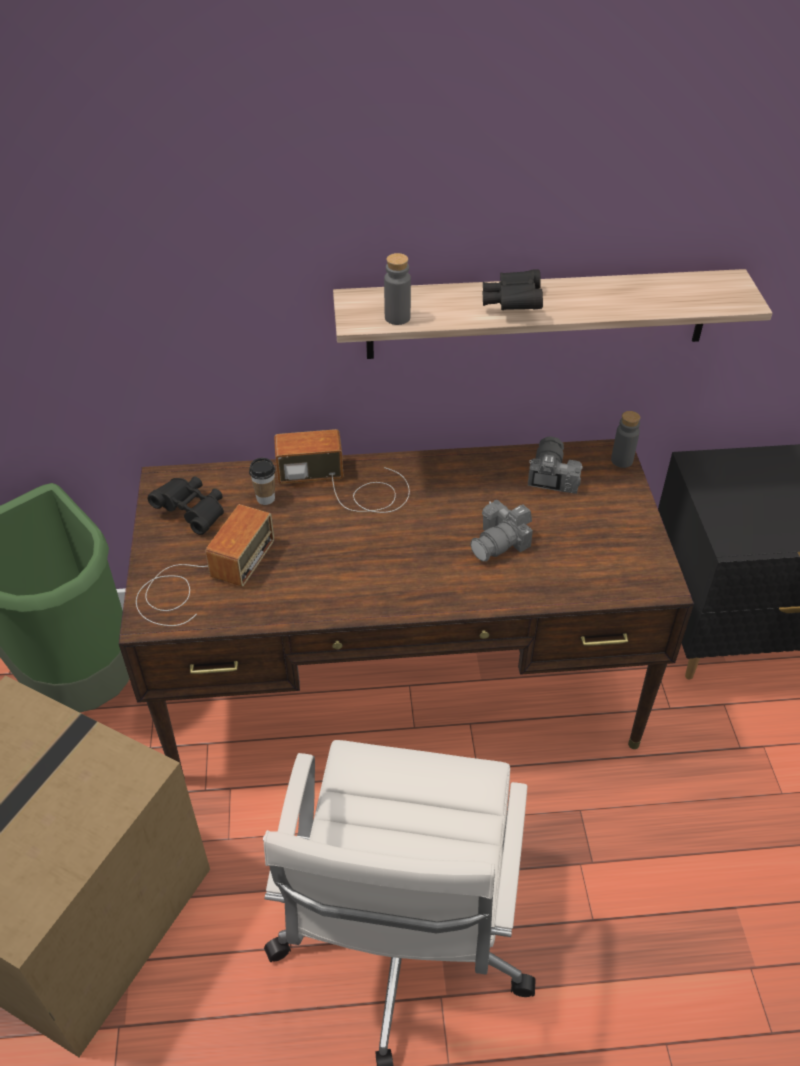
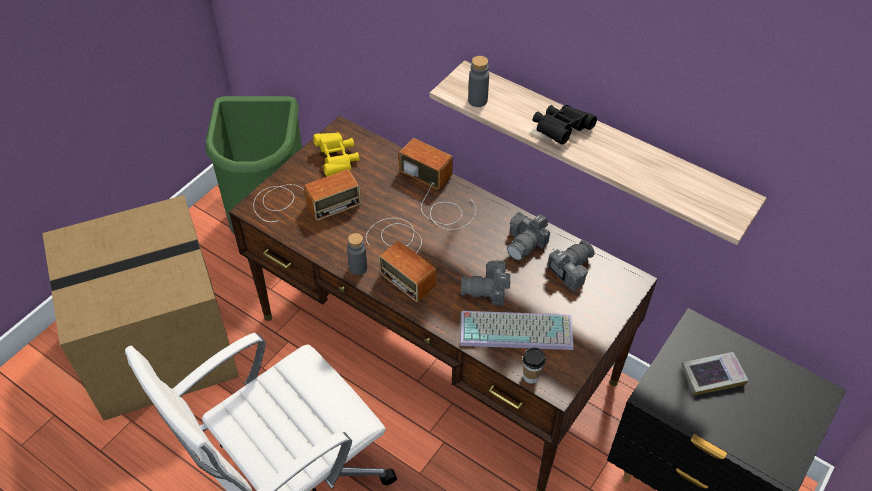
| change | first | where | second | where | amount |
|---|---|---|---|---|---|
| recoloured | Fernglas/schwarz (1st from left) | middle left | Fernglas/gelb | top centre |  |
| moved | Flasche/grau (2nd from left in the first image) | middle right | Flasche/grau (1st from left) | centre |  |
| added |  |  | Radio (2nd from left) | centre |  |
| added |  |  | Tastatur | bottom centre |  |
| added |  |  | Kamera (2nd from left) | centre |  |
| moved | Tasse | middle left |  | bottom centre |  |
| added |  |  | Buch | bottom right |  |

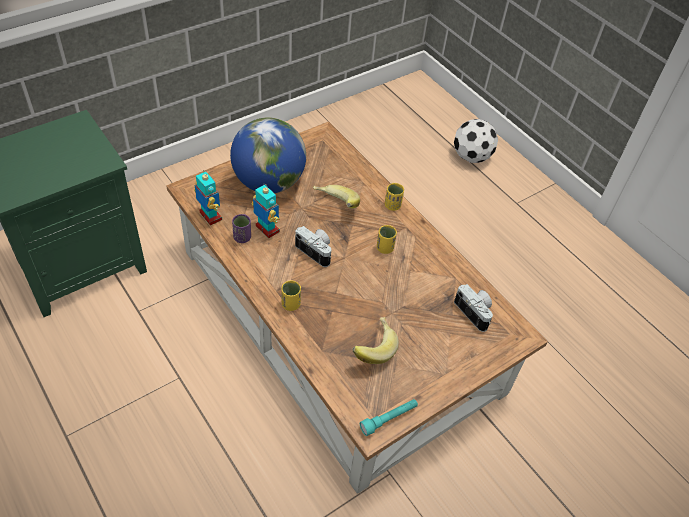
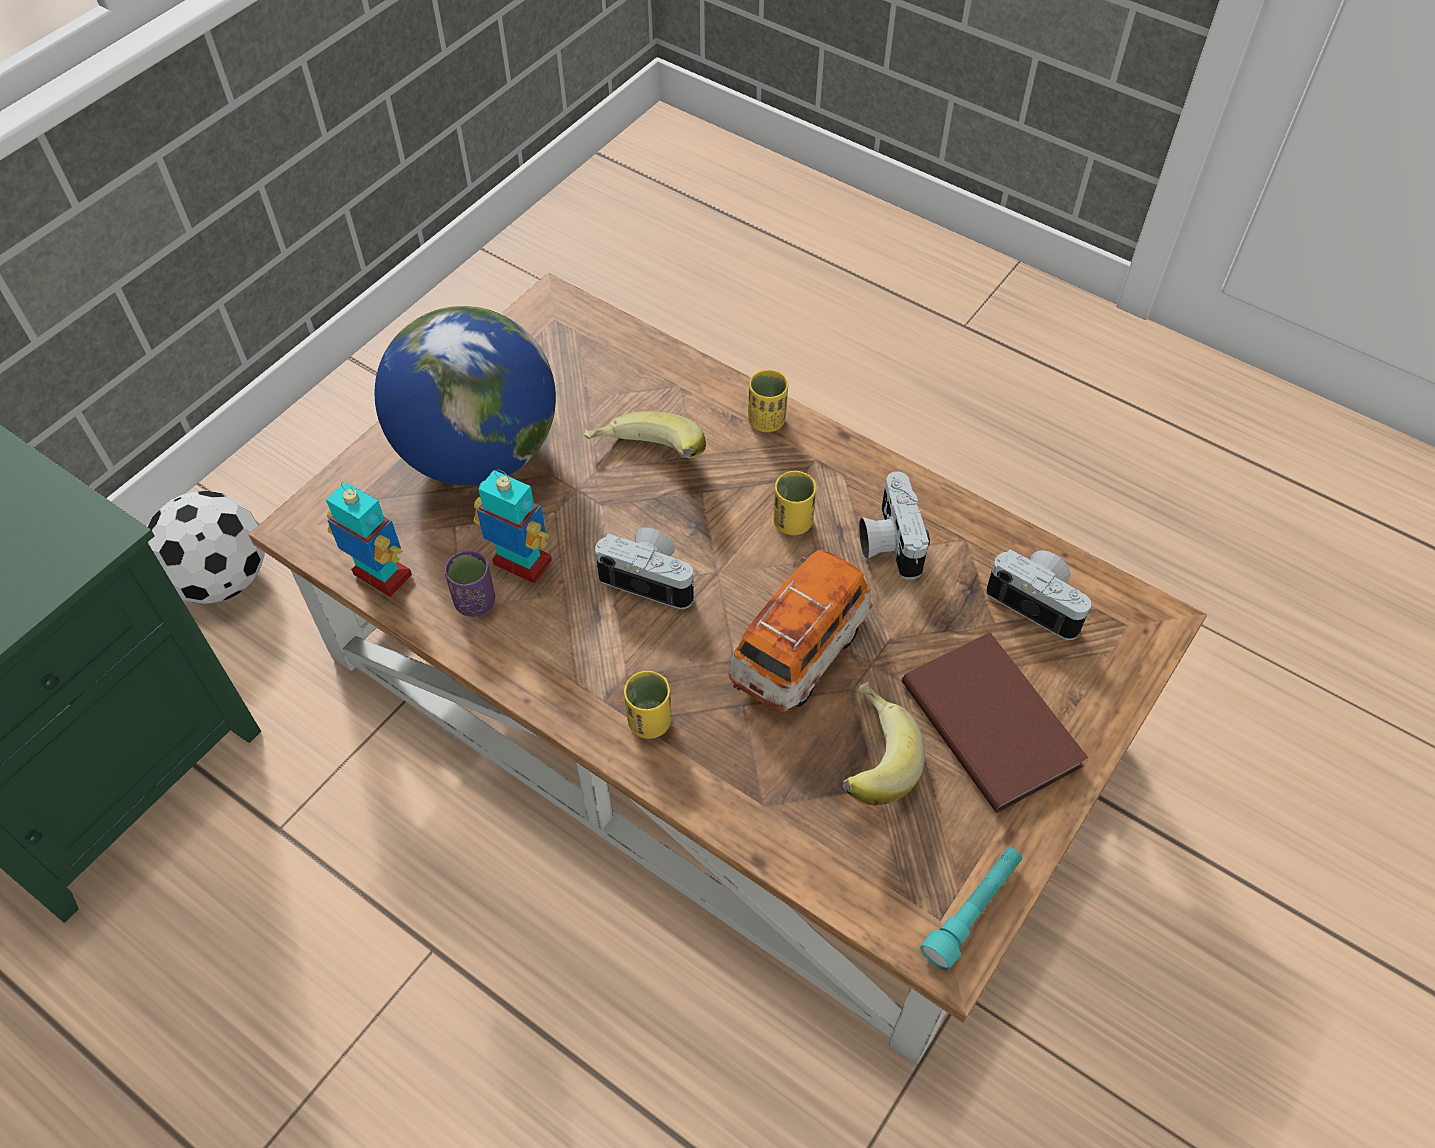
| change | first | where | second | where | amount |
|---|---|---|---|---|---|
| moved | Fußball | top right |  | middle left |  |
| added |  |  | Spielzeugauto | centre |  |
| added |  |  | Kamera (2nd from left) | centre |  |
| added |  |  | Buch/braun | middle right |  |

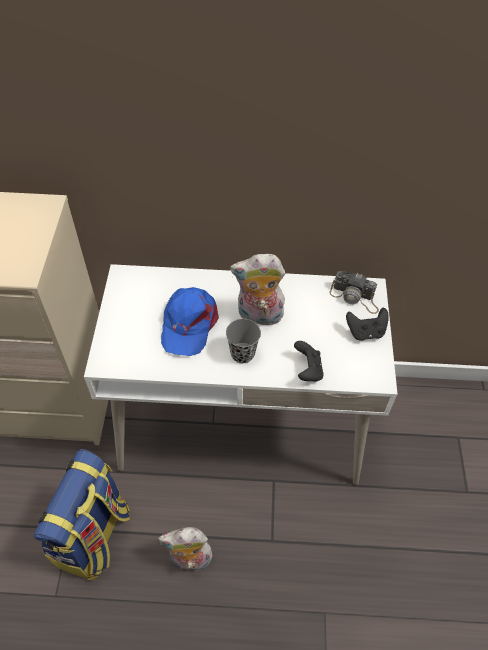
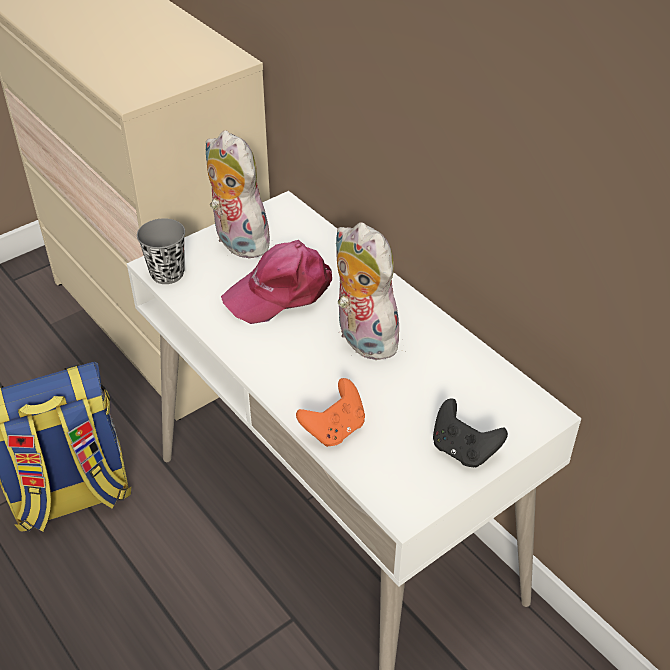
| change | first | where | second | where | amount |
|---|---|---|---|---|---|
| moved | Tasse/grau | centre |  | middle left |  |
| moved | Plüschtier (1st from left) | bottom centre |  | top centre |  |
| recoloured | Kappe/blau | centre | Kappe/rosa | centre |  |
| recoloured | Gamepad/schwarz (1st from left) | centre | Gamepad/orange | centre |  |
| removed | Kamera | middle right |  |  |  |

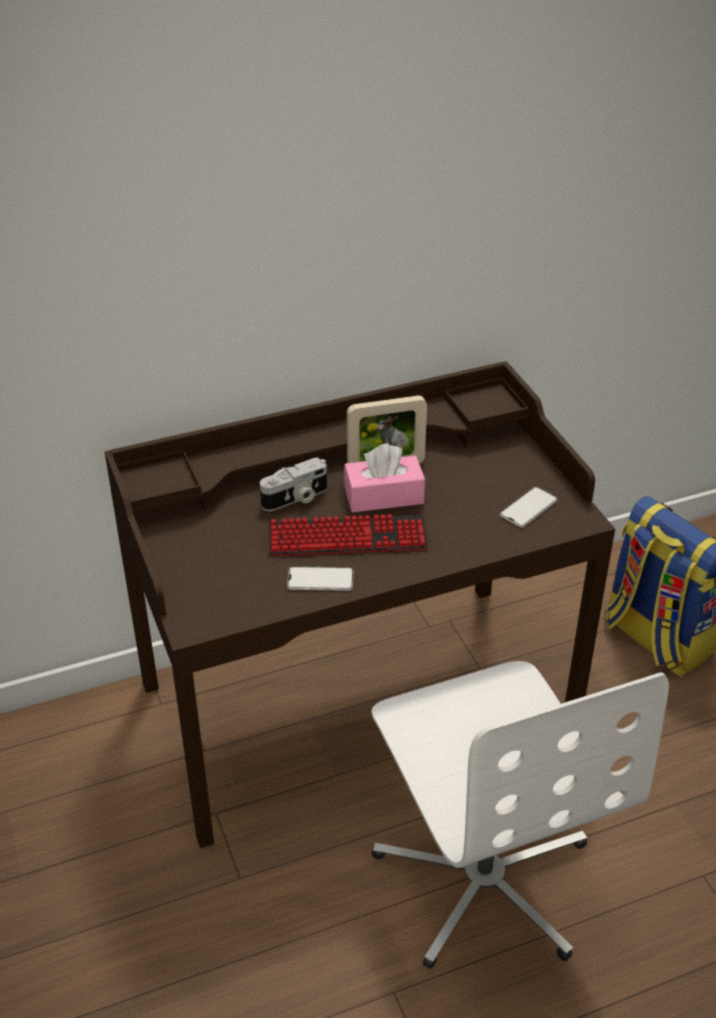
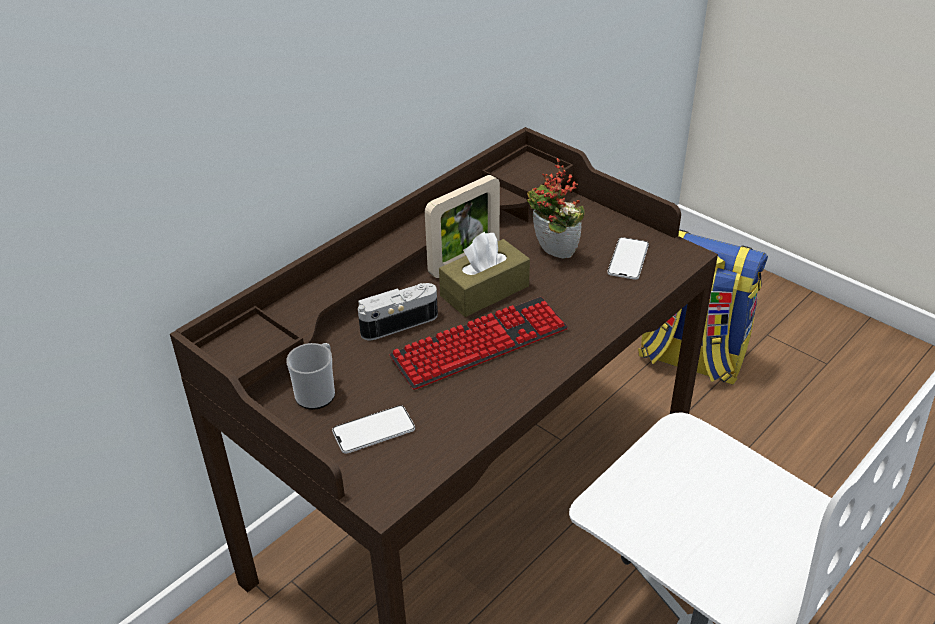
| change | first | where | second | where | amount |
|---|---|---|---|---|---|
| added |  |  | Henkelbecher | middle left |  |
| moved | Handy (1st from left) | centre |  | bottom centre |  |
| turned | Kamera | centre |  | centre | 150 degrees counterclockwise |
| recoloured | Taschentuchbox/rosa | centre | Taschentuchbox/braun | centre |  |
| added |  |  | Topfpflanze | centre |  |

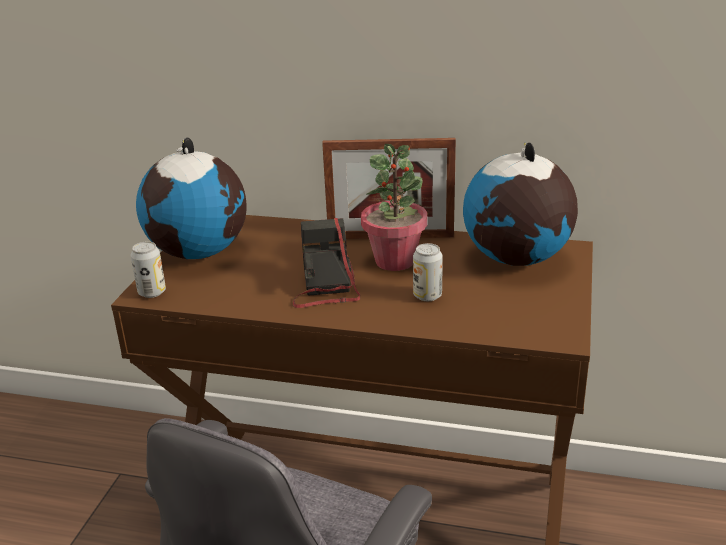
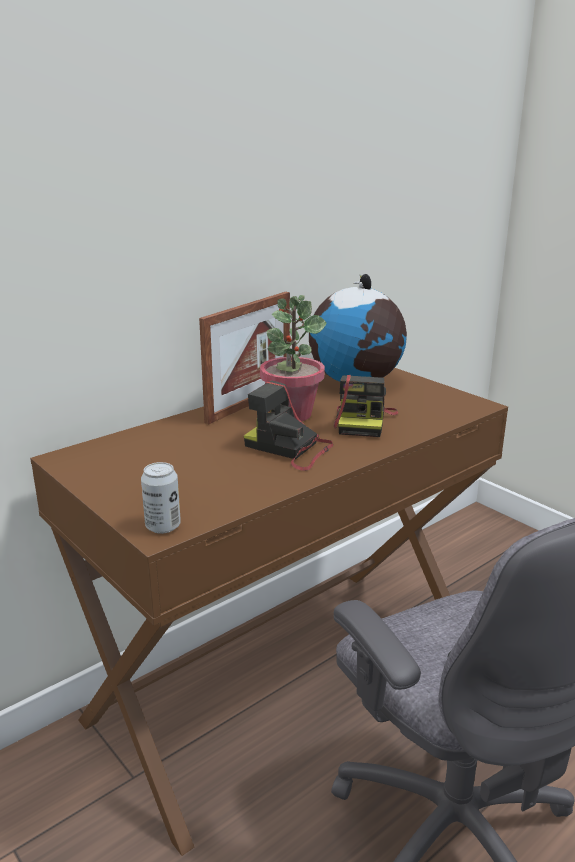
| change | first | where | second | where | amount |
|---|---|---|---|---|---|
| replaced | Dose (2nd from left) | centre | Kamera (2nd from left) | centre |  |
| removed | Globus (1st from left) | middle left |  |  |  |

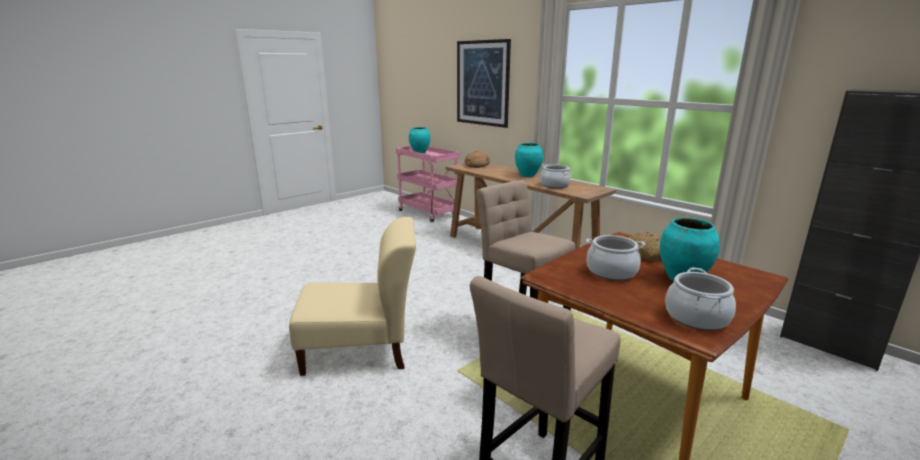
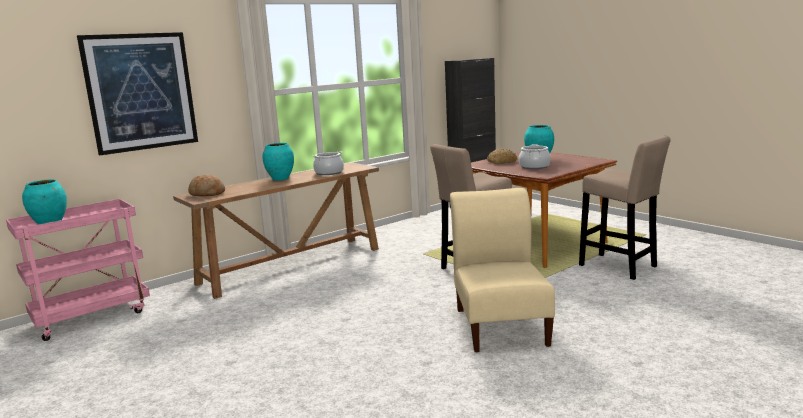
| change | first | where | second | where | amount |
|---|---|---|---|---|---|
| removed | Kochtopf (3rd from left) | middle right |  |  |  |

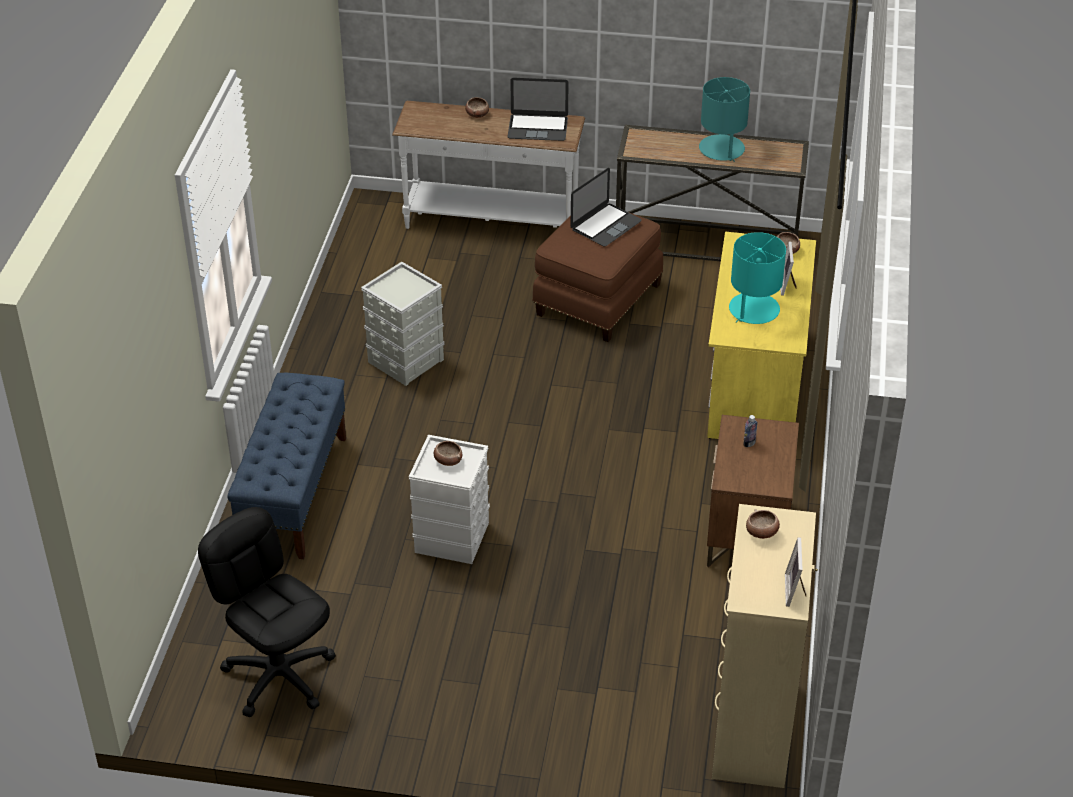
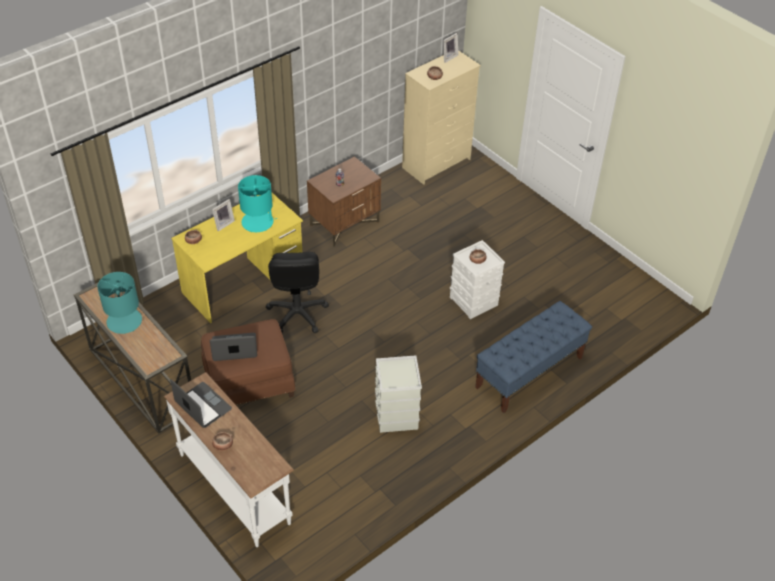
| change | first | where | second | where | amount |
|---|---|---|---|---|---|
| moved | Bürostuhl/schwarz | bottom left |  | centre |  |

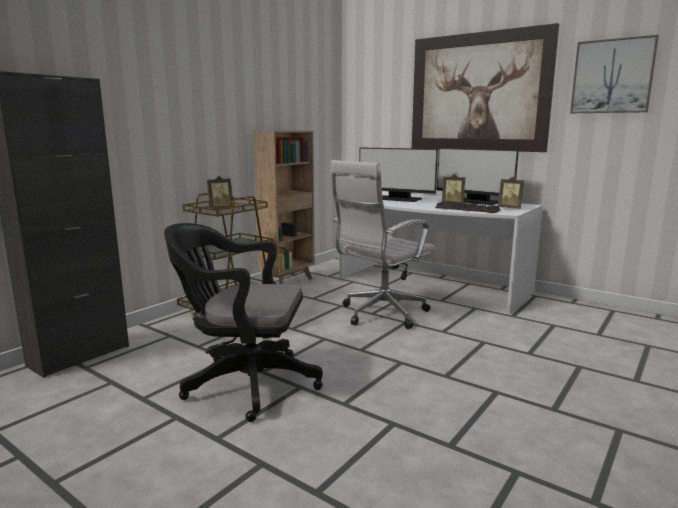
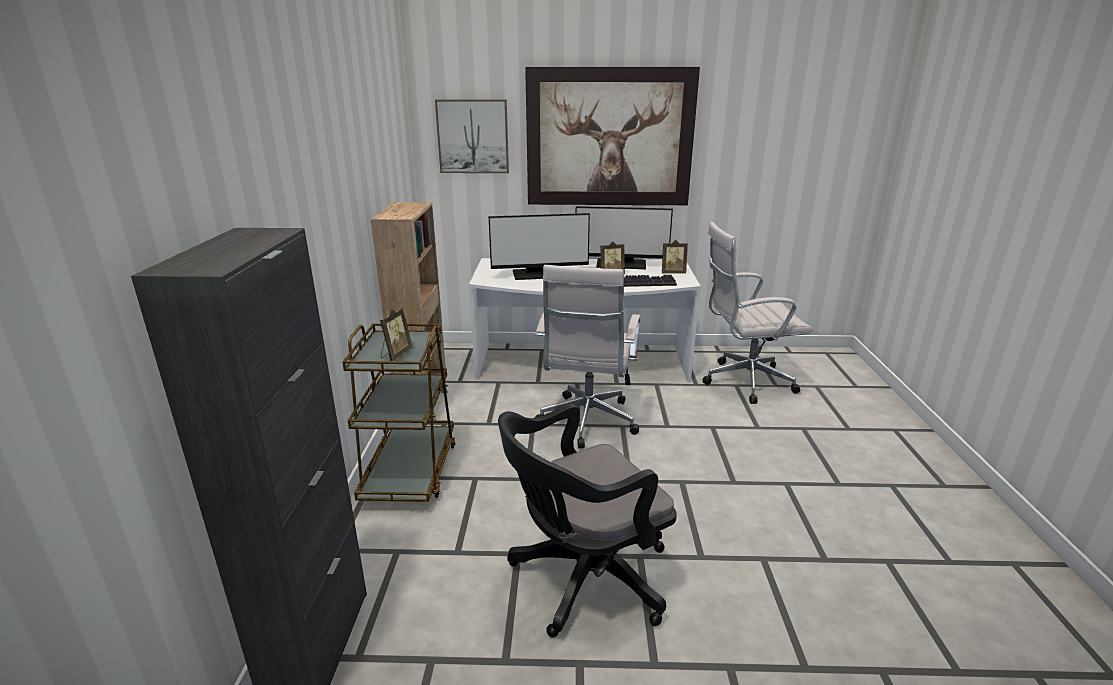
| change | first | where | second | where | amount |
|---|---|---|---|---|---|
| moved | Bild (2nd from left in the first image) | top right | Bild (1st from left) | top centre |  |
| added |  |  | Bürostuhl/weiß (2nd from left) | middle right |  |

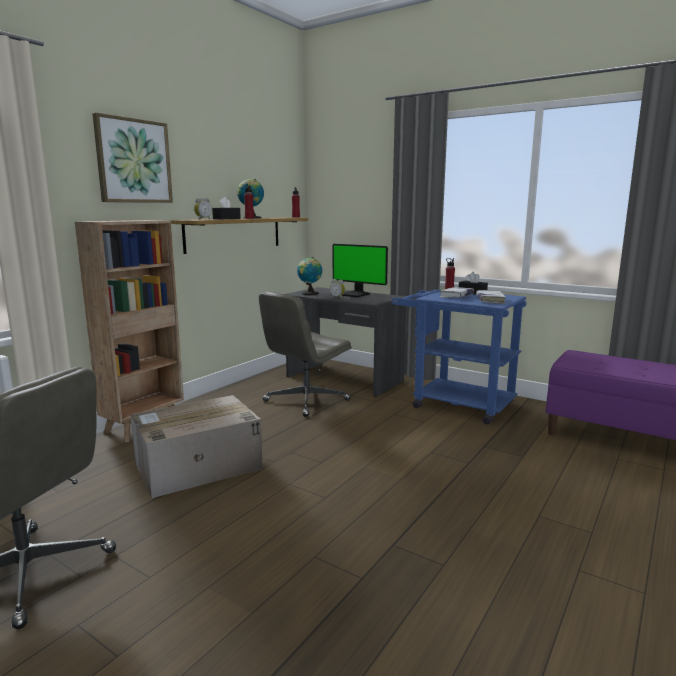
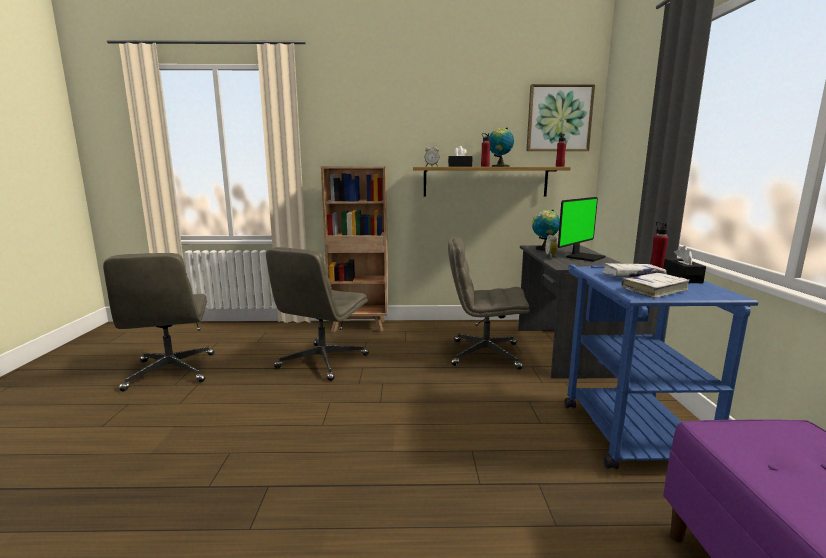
| change | first | where | second | where | amount |
|---|---|---|---|---|---|
| replaced | Karton | middle left | Bürostuhl/grau (2nd from left) | centre |  |
| moved | Bild | top left |  | top right |  |
| turned | Monitor | centre |  | middle right | 135 degrees counterclockwise |

